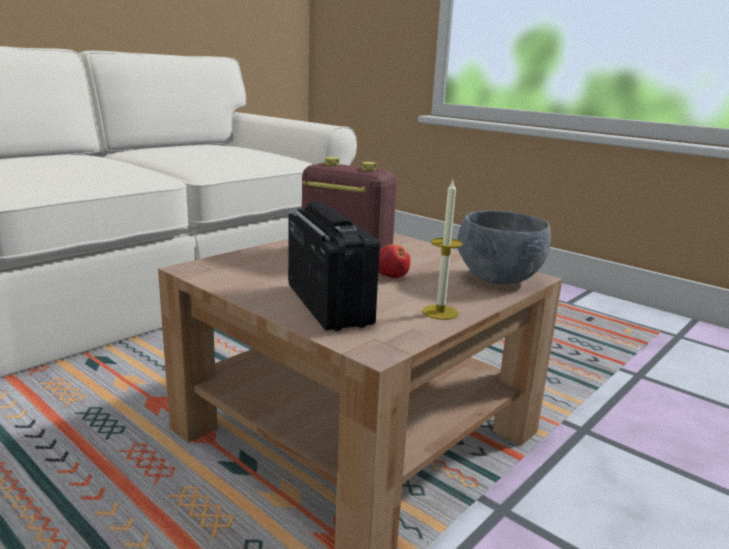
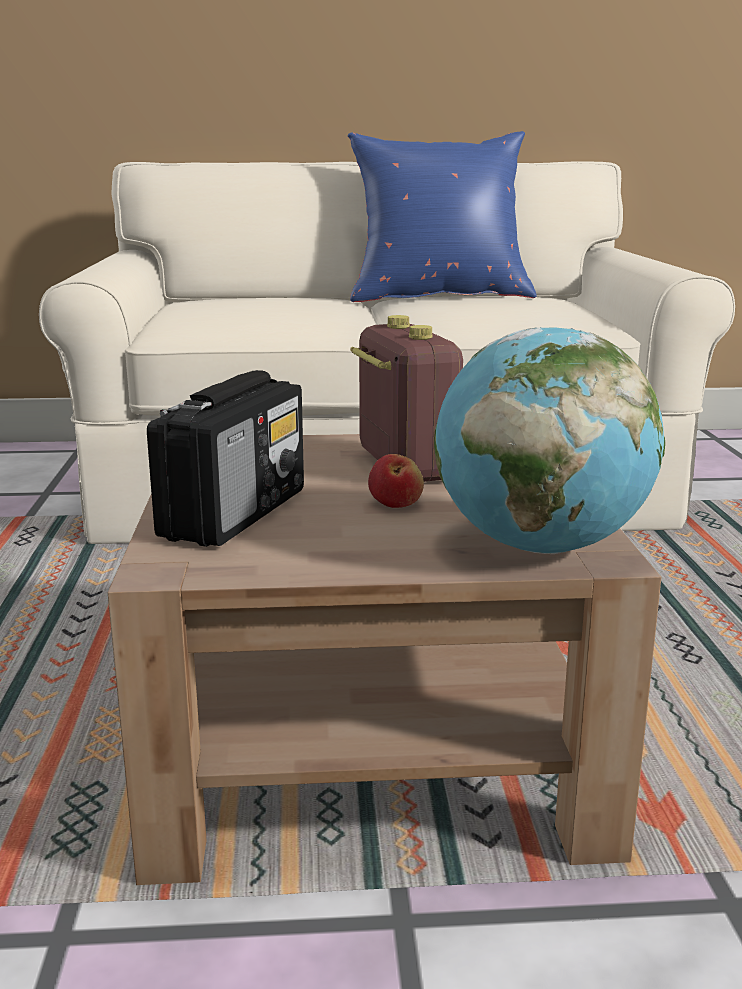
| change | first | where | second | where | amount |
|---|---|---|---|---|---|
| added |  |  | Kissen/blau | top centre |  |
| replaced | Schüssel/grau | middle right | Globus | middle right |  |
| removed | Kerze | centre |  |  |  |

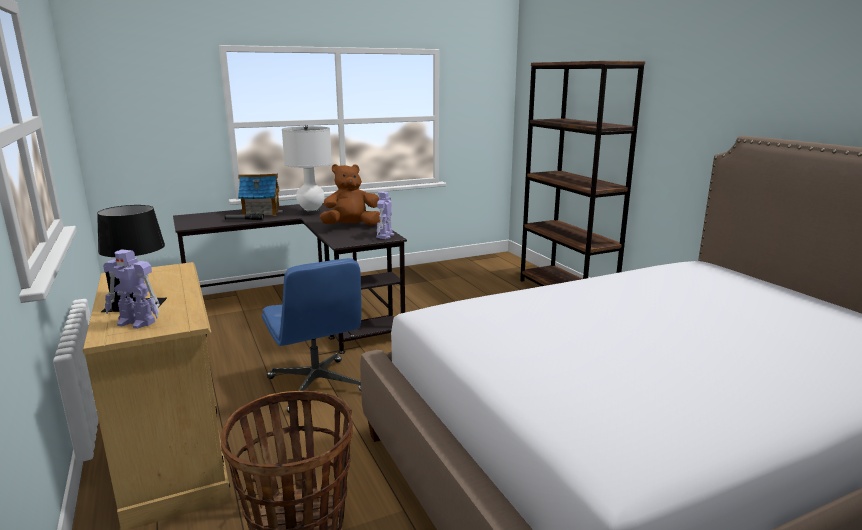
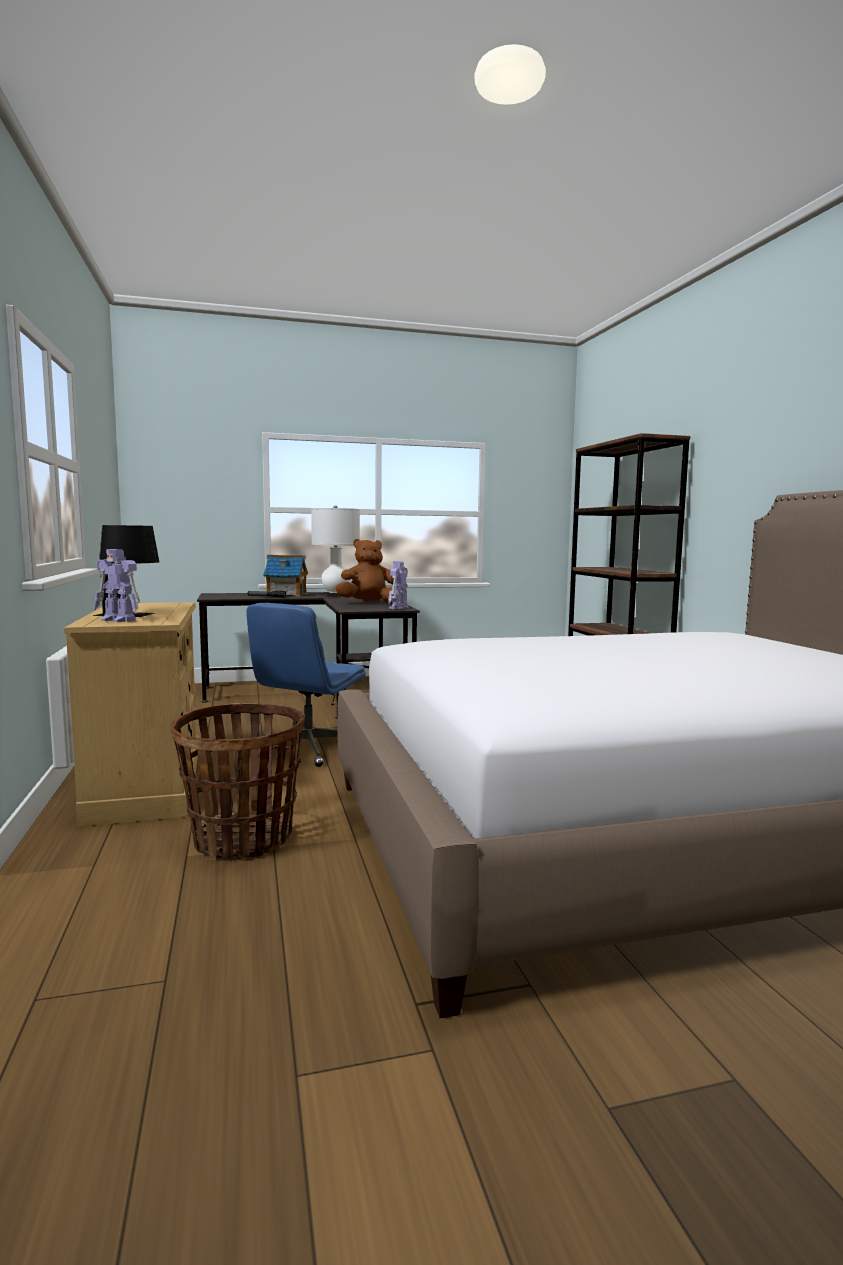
| change | first | where | second | where | amount |
|---|---|---|---|---|---|
| turned | Bürostuhl/blau | centre |  | centre | 45 degrees clockwise |

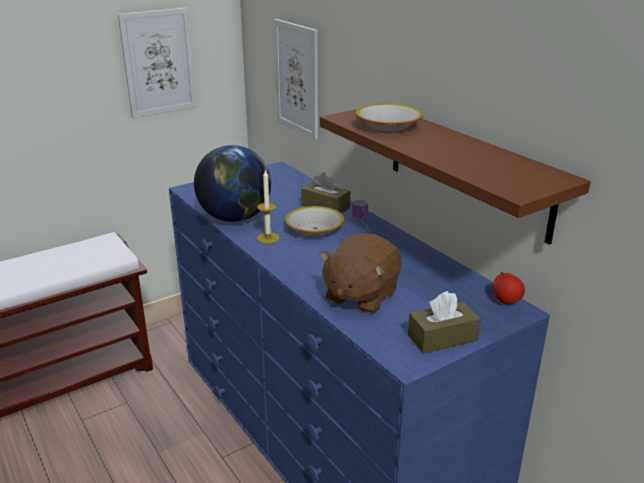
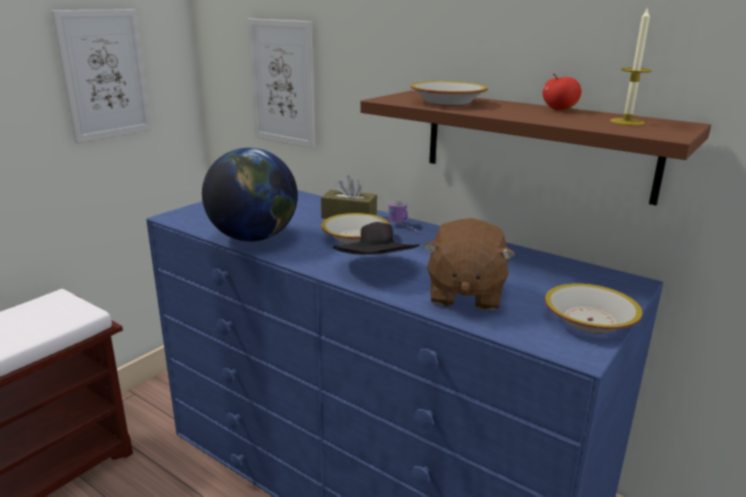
| change | first | where | second | where | amount |
|---|---|---|---|---|---|
| added |  |  | Hut/schwarz | centre |  |
| moved | Apfel | middle right |  | top right |  |
| replaced | Taschentuchbox/braun (2nd from left) | bottom right | Schüssel (3rd from left) | middle right |  |
| moved | Kerze | centre |  | top right |  |

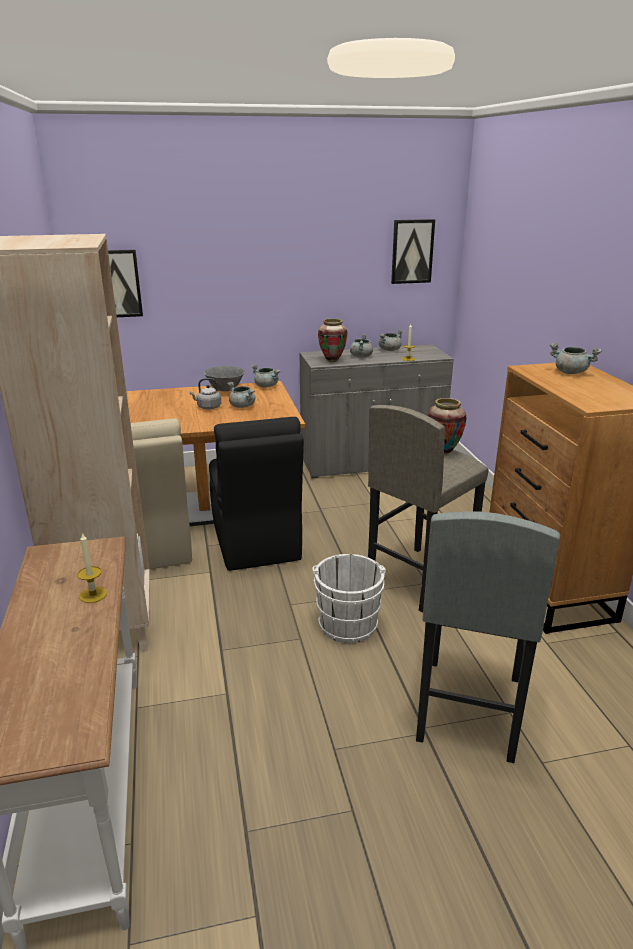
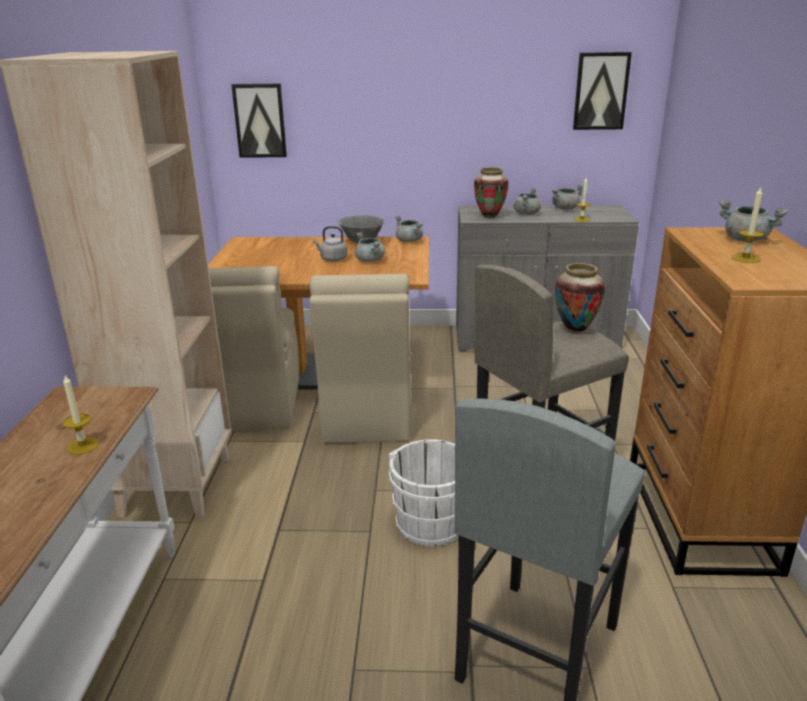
| change | first | where | second | where | amount |
|---|---|---|---|---|---|
| recoloured | Stuhl/schwarz | centre | Stuhl/beige (2nd from left) | centre |  |
| added |  |  | Kerze (3rd from left) | top right |  |

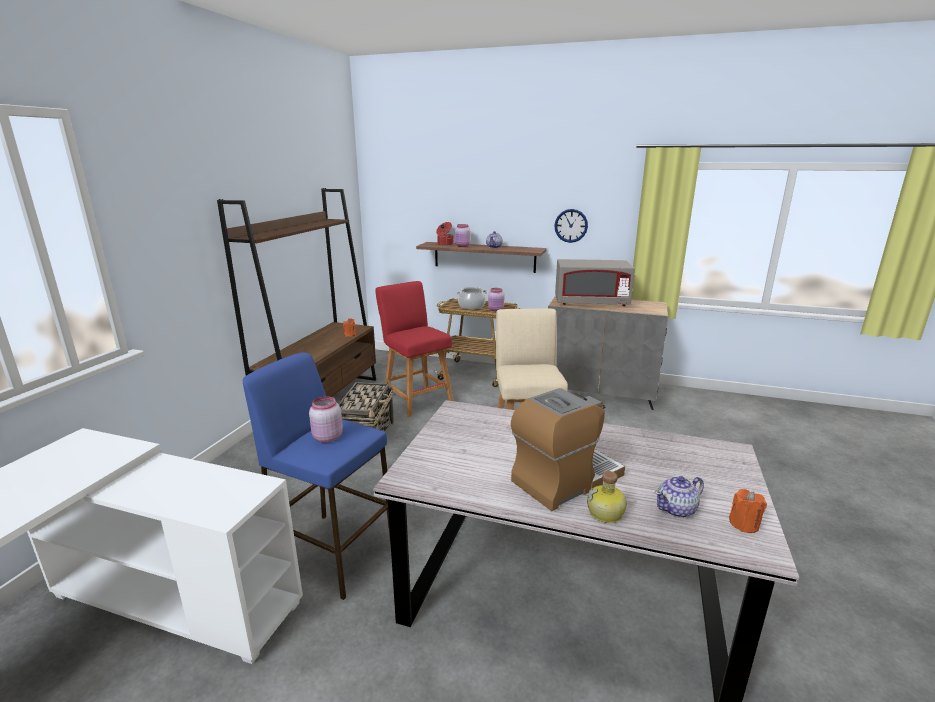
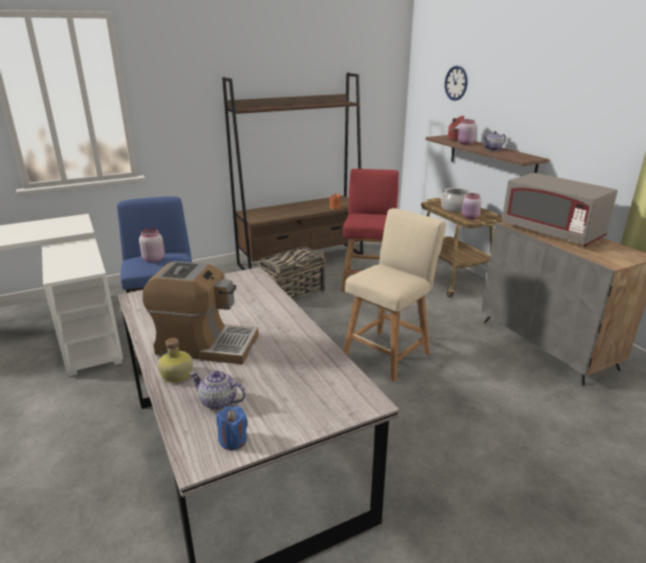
| change | first | where | second | where | amount |
|---|---|---|---|---|---|
| recoloured | Kerze/orange (2nd from left) | bottom right | Kerze/blau | bottom centre |  |
| moved | Wanduhr | top centre |  | top right |  |

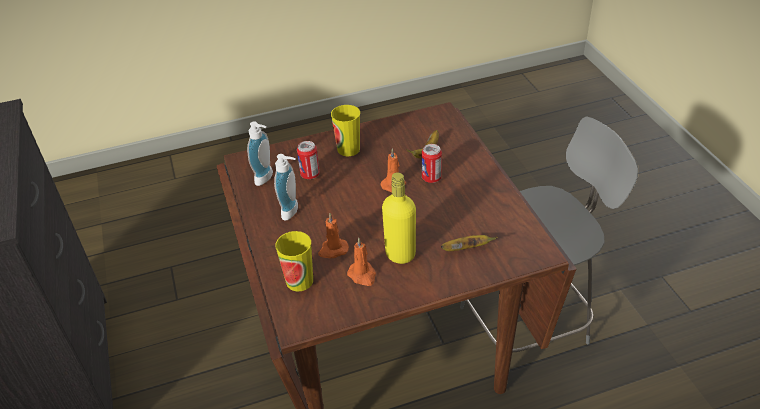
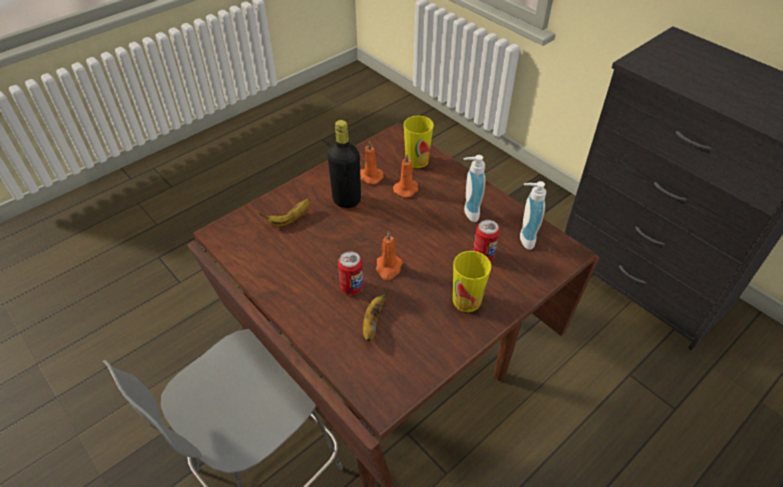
| change | first | where | second | where | amount |
|---|---|---|---|---|---|
| recoloured | Flasche/gelb | centre | Flasche/schwarz | centre |  |

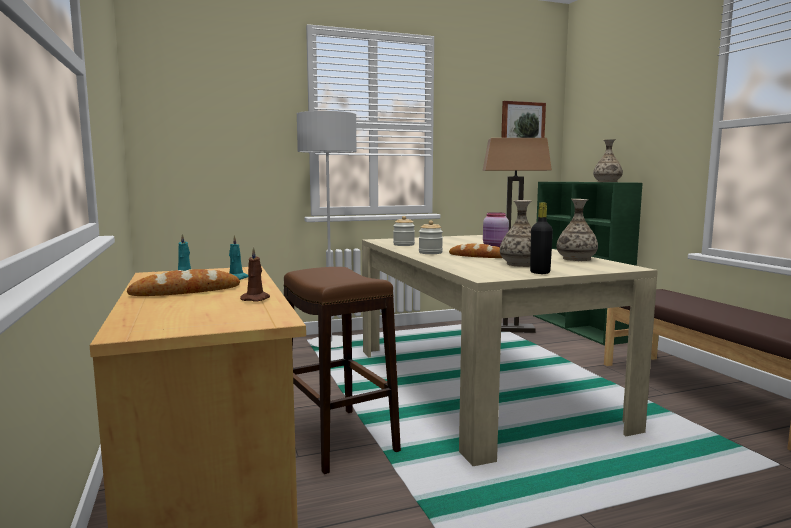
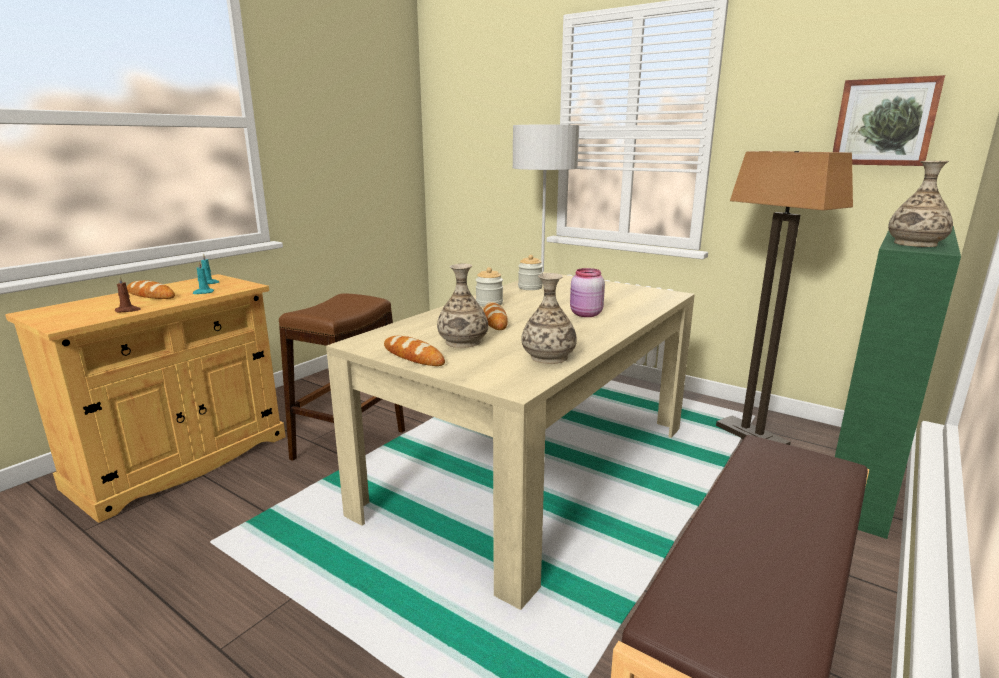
| change | first | where | second | where | amount |
|---|---|---|---|---|---|
| replaced | Flasche/schwarz | middle right | Brot (2nd from left) | centre |  |

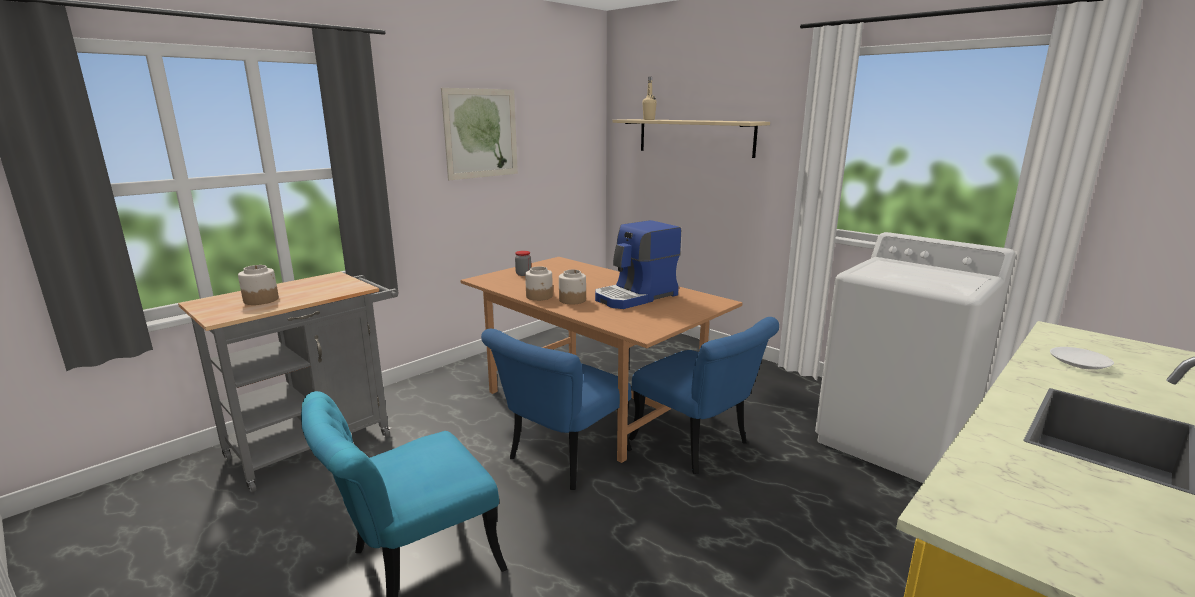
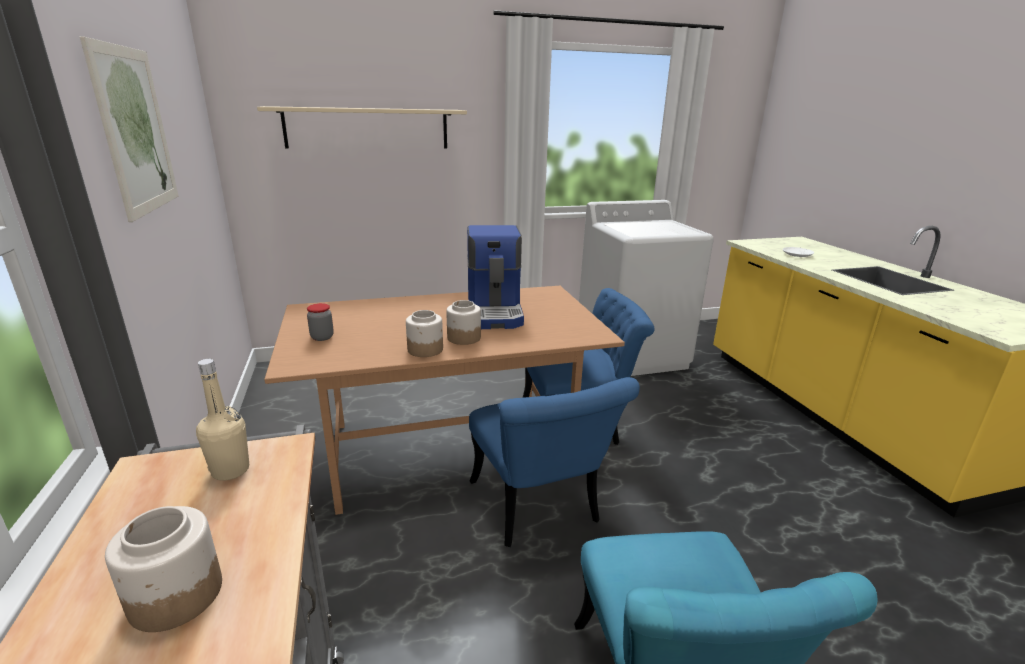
| change | first | where | second | where | amount |
|---|---|---|---|---|---|
| moved | Flasche/beige | top centre |  | middle left |  |

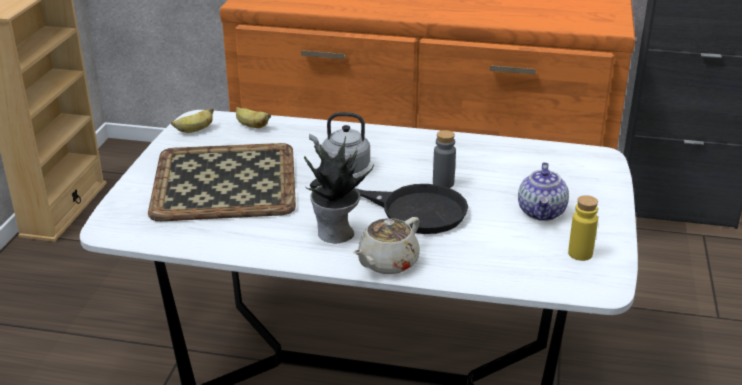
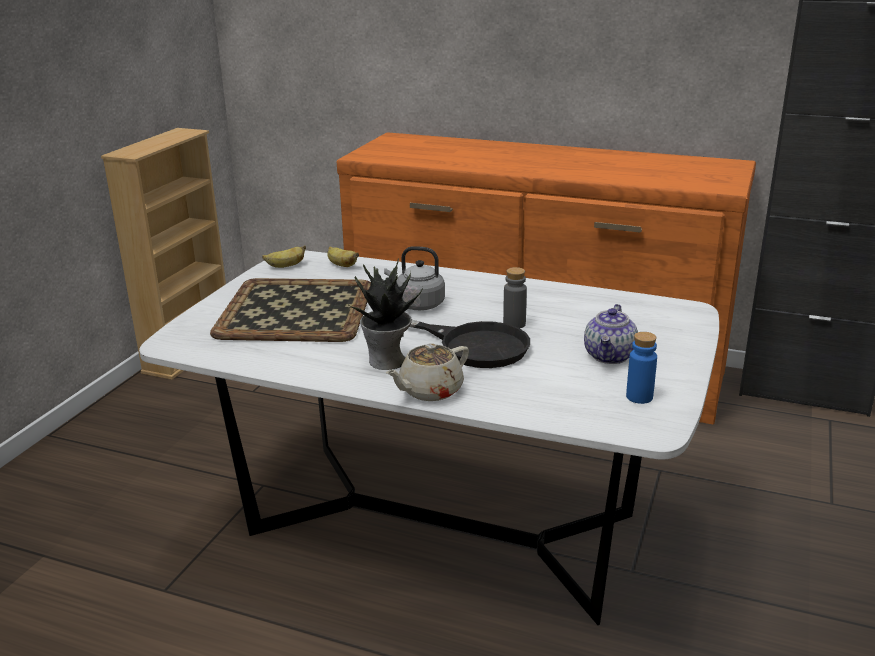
| change | first | where | second | where | amount |
|---|---|---|---|---|---|
| recoloured | Flasche/gelb | middle right | Flasche/blau | middle right |  |

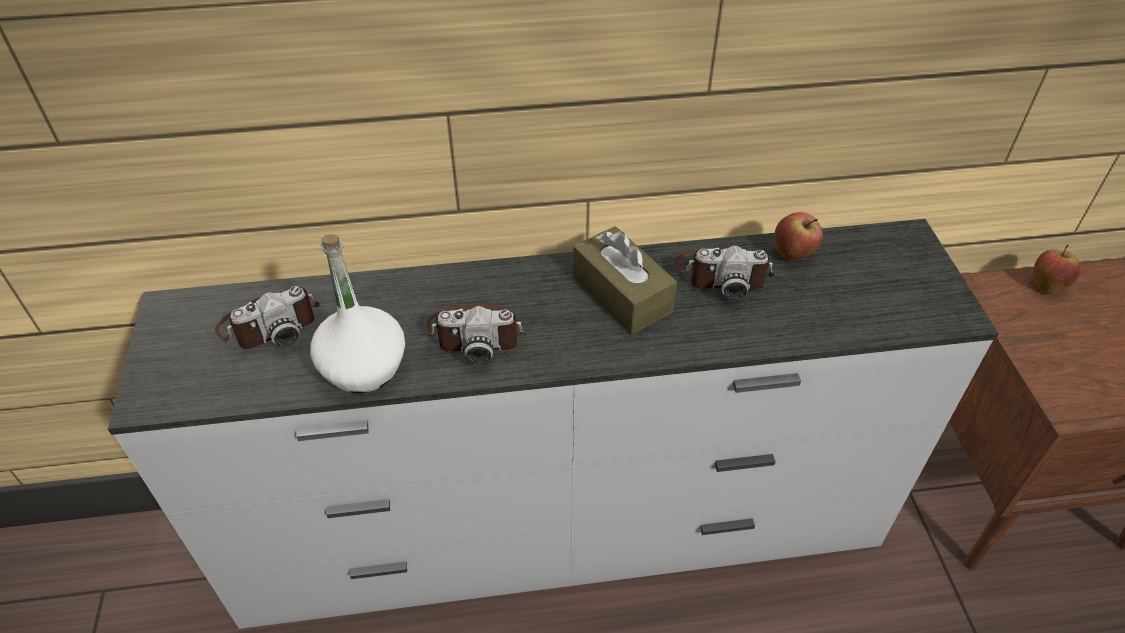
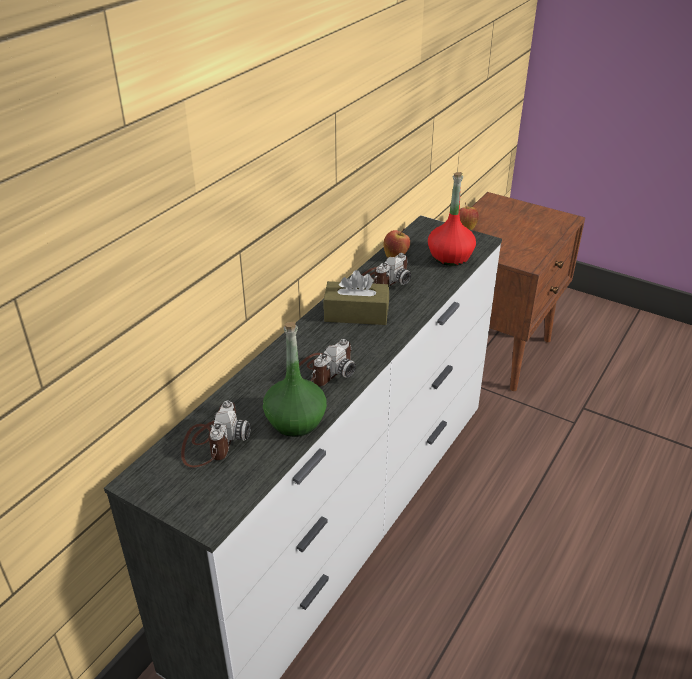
| change | first | where | second | where | amount |
|---|---|---|---|---|---|
| recoloured | Flasche/weiß | middle left | Flasche/grün | centre |  |
| added |  |  | Flasche/rot | top centre |  |

